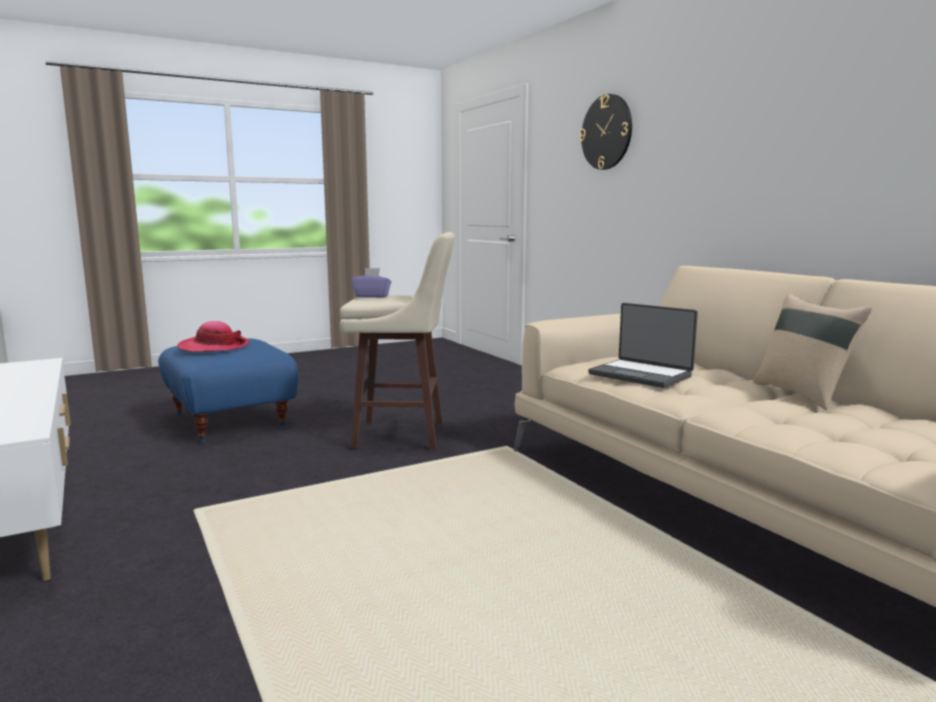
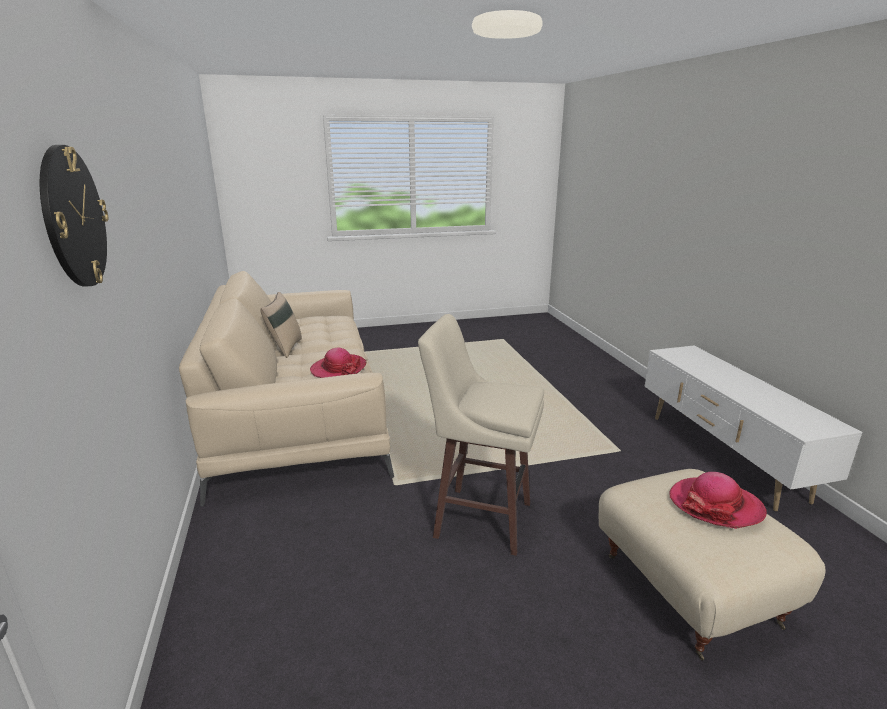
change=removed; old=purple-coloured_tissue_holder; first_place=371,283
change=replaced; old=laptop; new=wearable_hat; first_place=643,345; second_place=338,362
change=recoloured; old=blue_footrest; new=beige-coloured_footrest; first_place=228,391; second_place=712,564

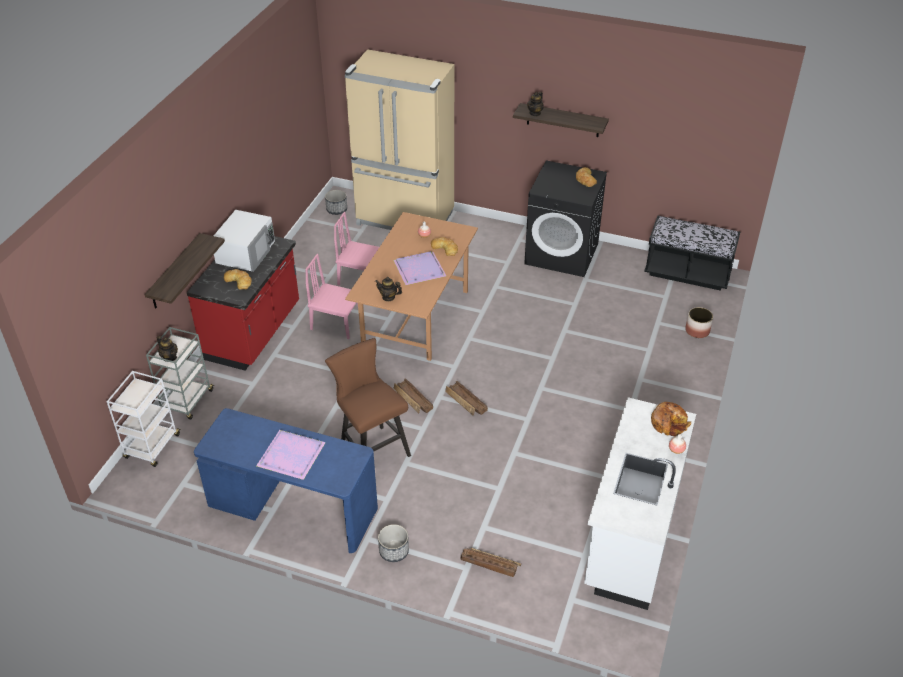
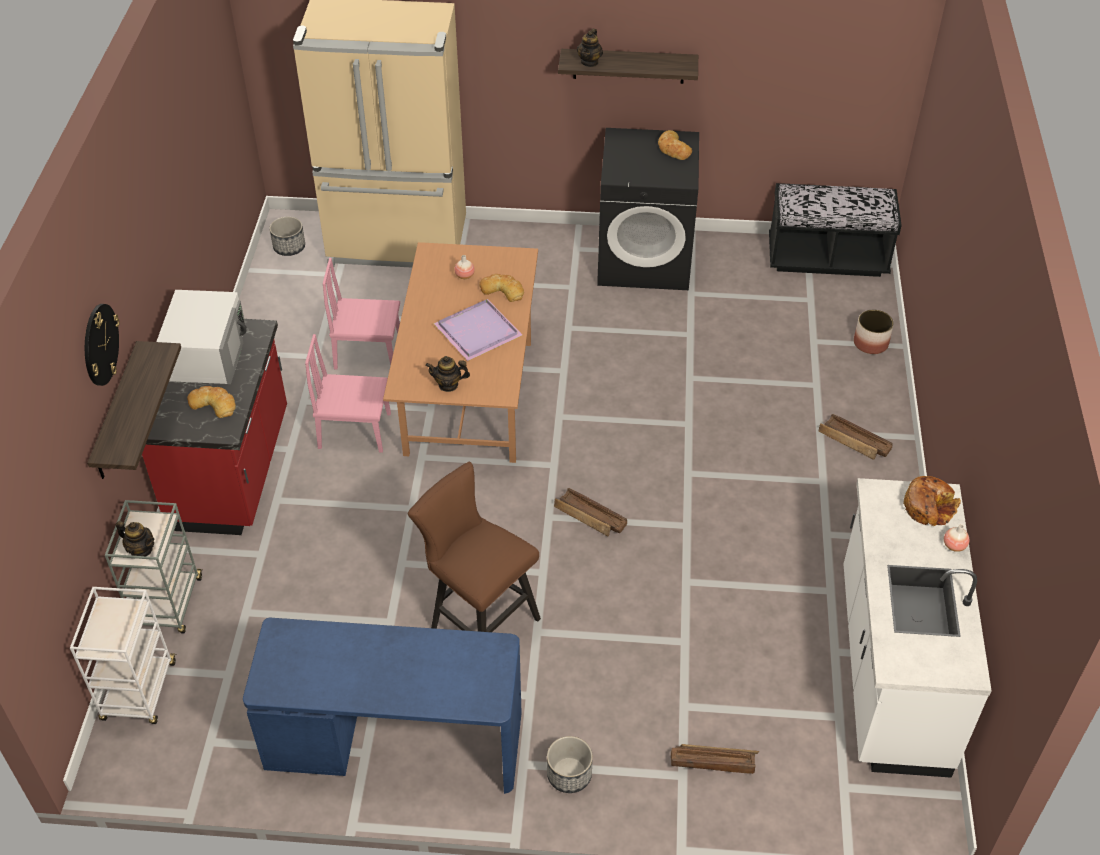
change=removed; old=purple-coloured_tray; first_place=291,455
change=added; new=clock_on_the_wall; second_place=102,345
change=moved; old=packing_crate; first_place=413,396; second_place=856,437

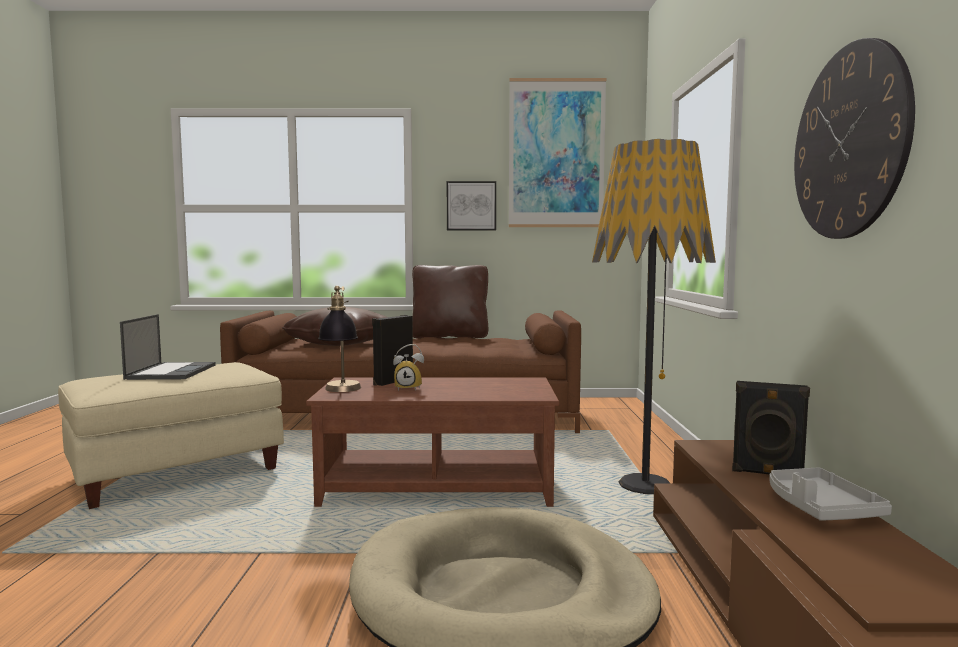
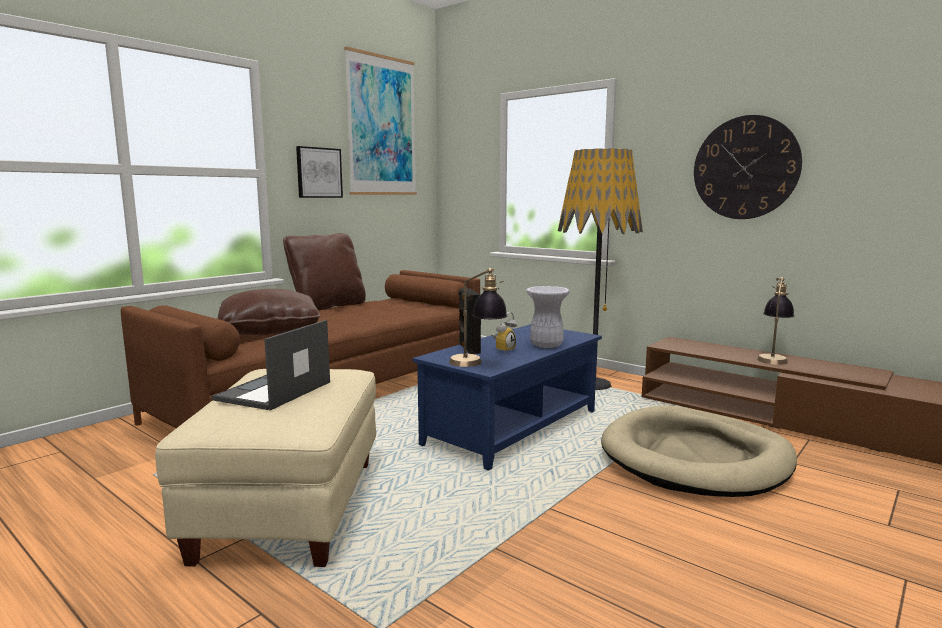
change=removed; old=blackish_audio_speaker; first_place=771,428
change=added; new=white-coloured_vase; second_place=548,317
change=replaced; old=grey_tray; new=lamp_for_a_table; first_place=831,494; second_place=775,321
change=recoloured; old=brown_lounge_table; new=blue_lounge_table; first_place=432,442; second_place=507,397
change=turned; old=laptop; first_place=168,347; second_place=271,365; degrees=-105

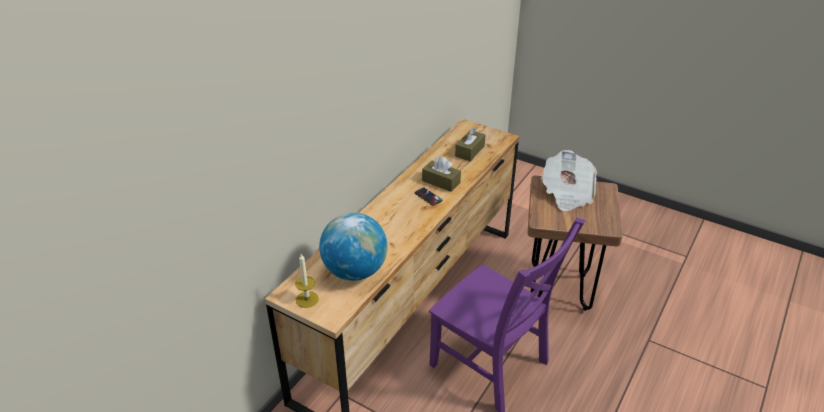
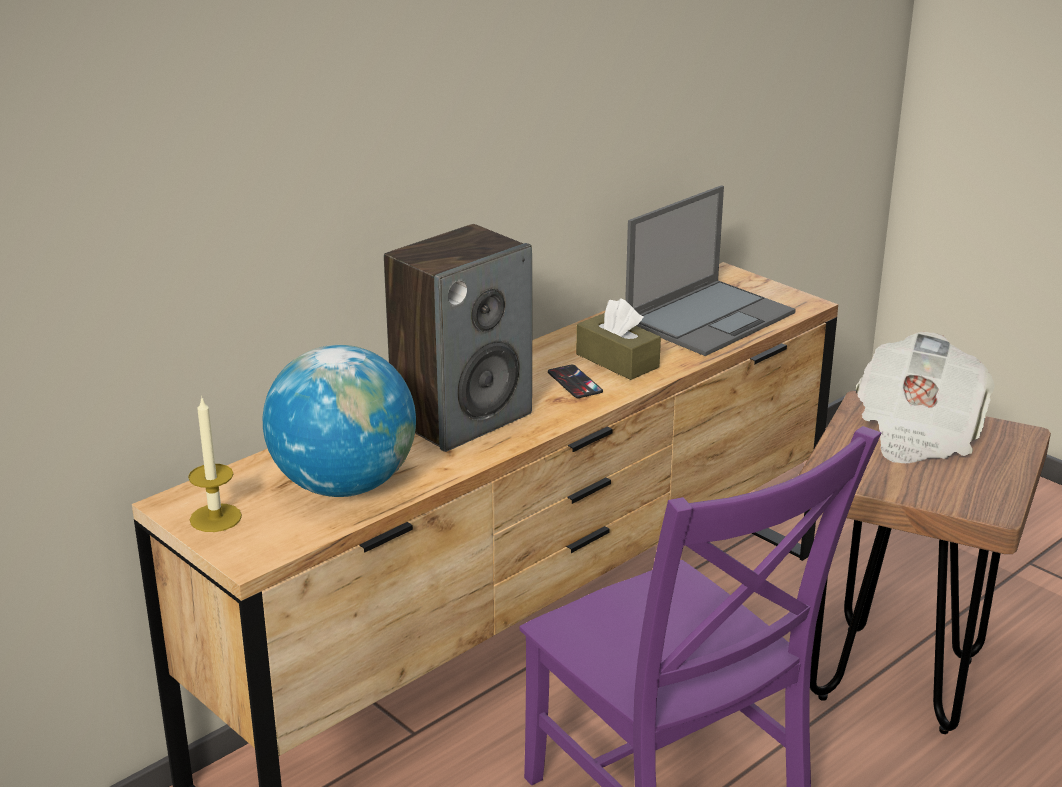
change=added; new=audio_speaker; second_place=458,338
change=replaced; old=brown_tissue_holder; new=laptop; first_place=470,144; second_place=710,270

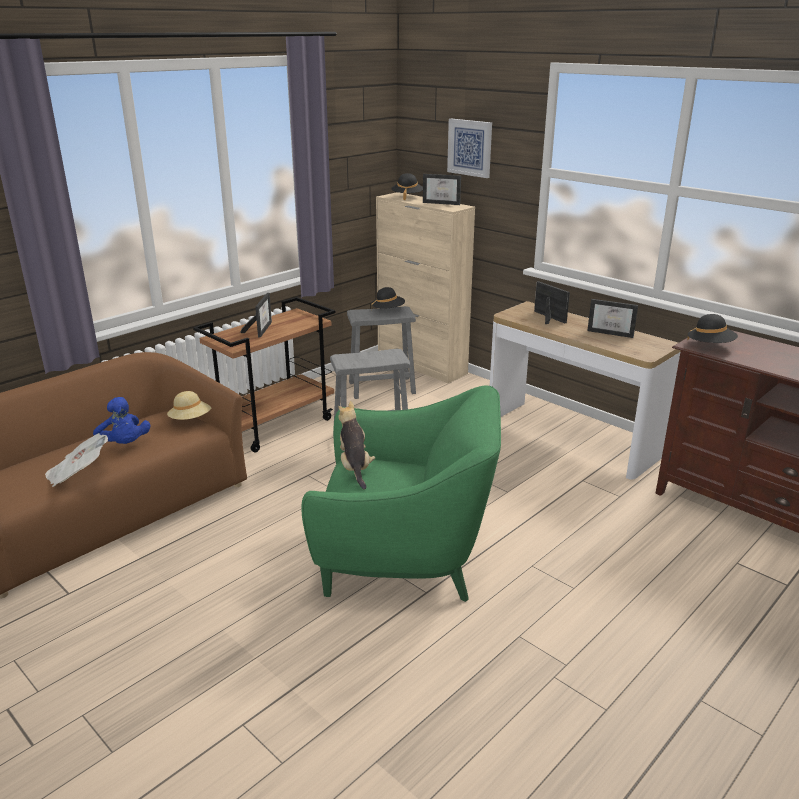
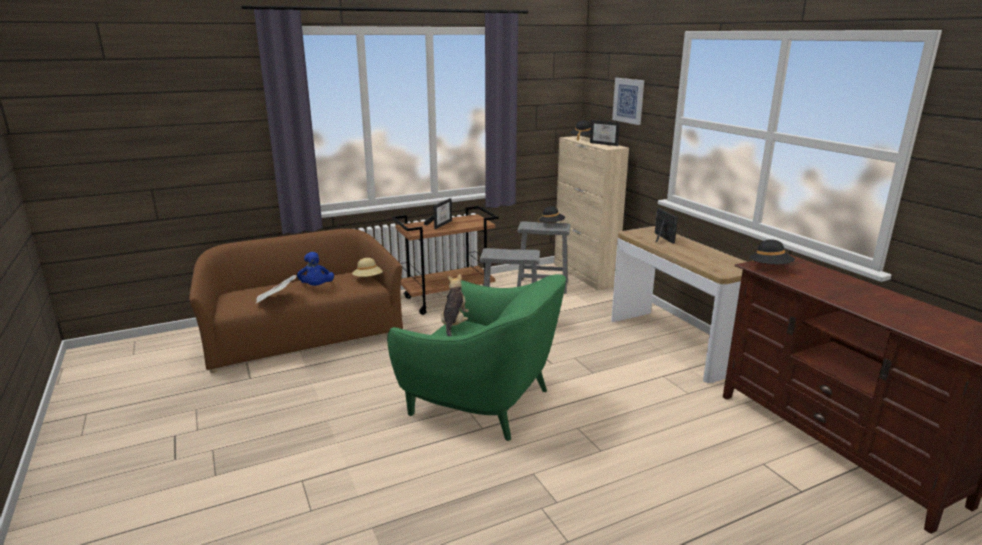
change=removed; old=photo_frame; first_place=612,318

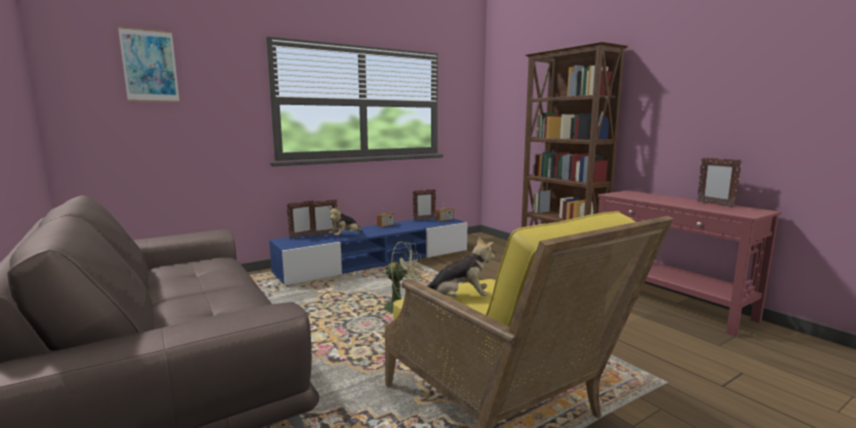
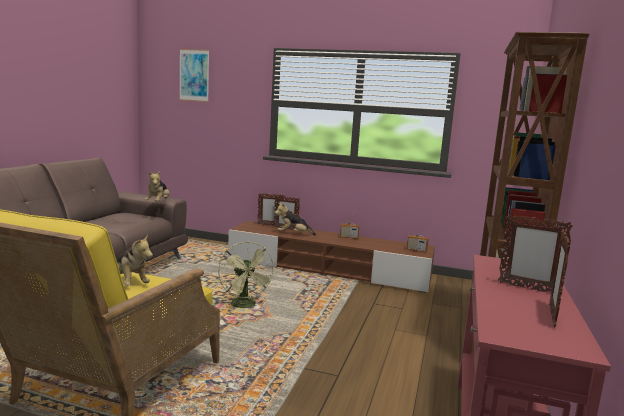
change=added; new=plush_toy; second_place=157,186
change=moved; old=photo_frame; first_place=424,205; second_place=535,253
change=recoloured; old=blue_tv_stand; new=brown_tv_stand; first_place=368,251; second_place=331,257

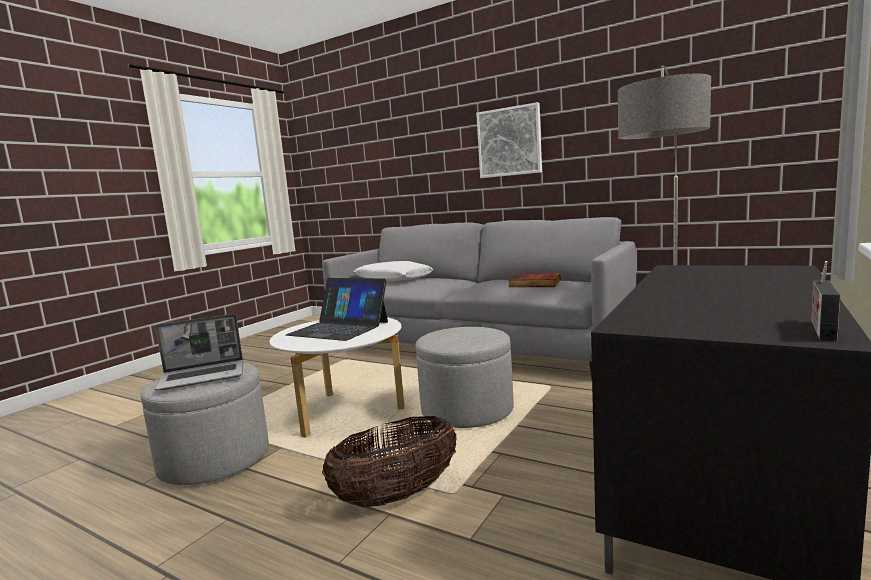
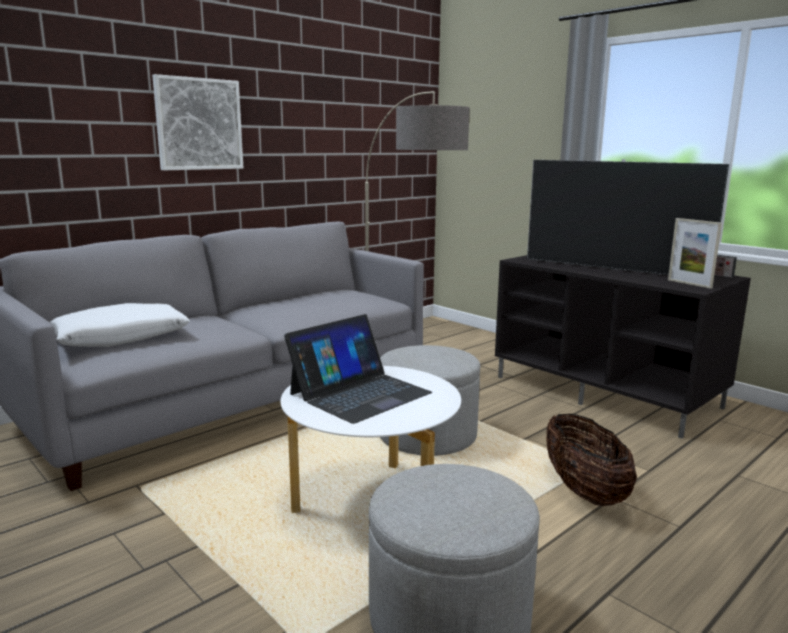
change=removed; old=laptop; first_place=199,352
change=removed; old=book; first_place=535,280
change=added; new=TV_set; second_place=628,217
change=added; new=photo_frame; second_place=695,253

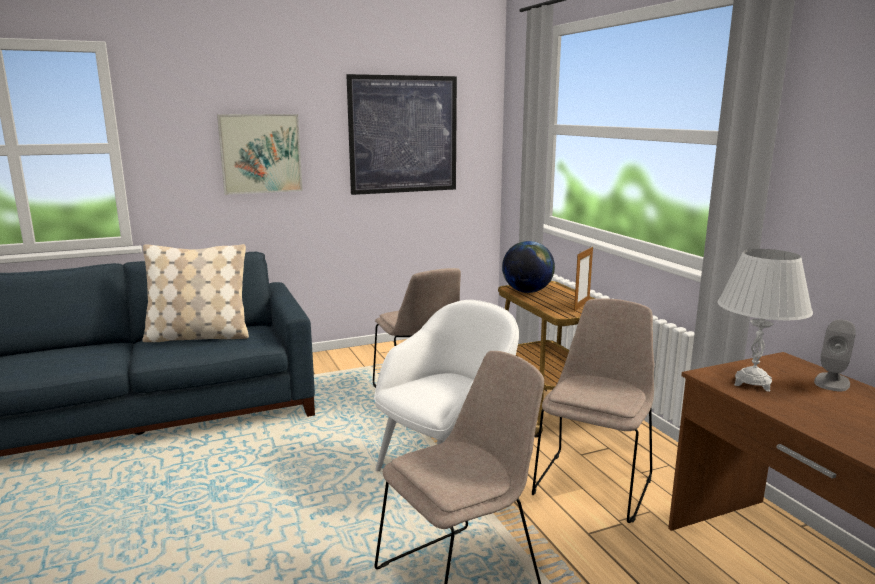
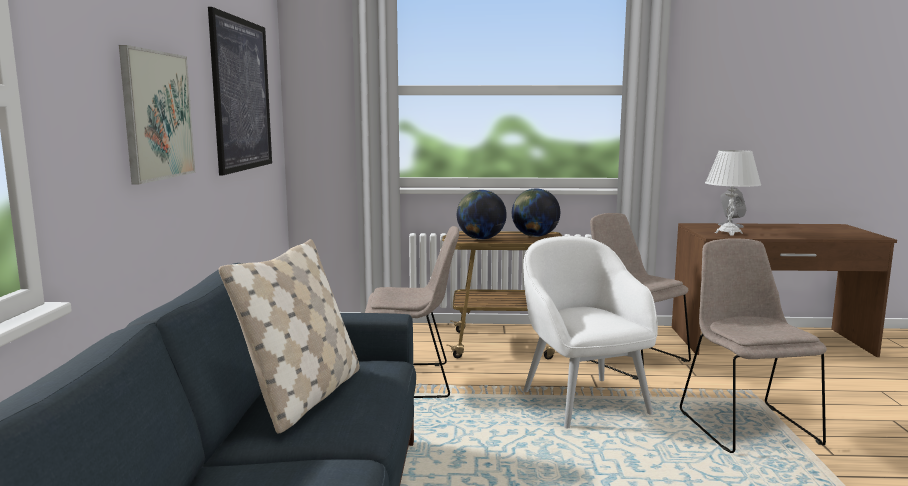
change=replaced; old=photo_frame; new=globe; first_place=583,279; second_place=536,212

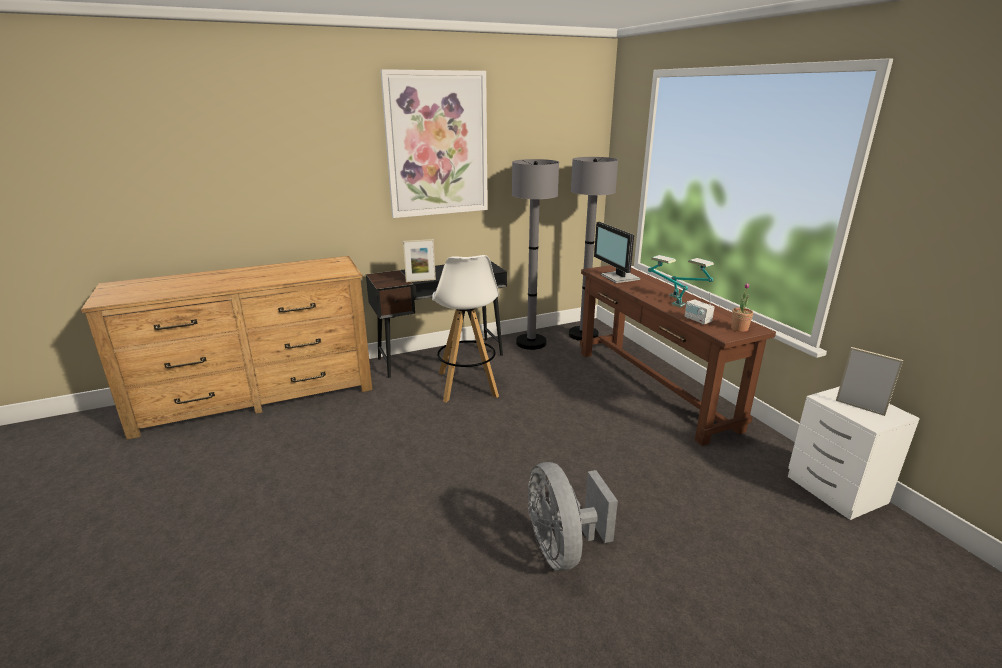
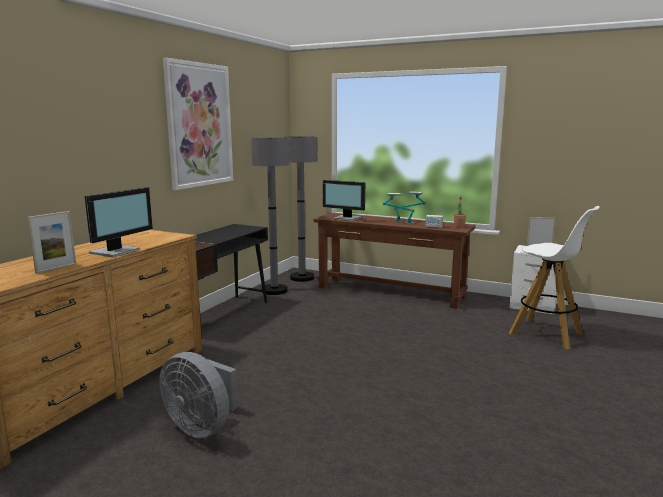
change=added; new=computer_screen; second_place=119,222
change=moved; old=photo_frame; first_place=419,260; second_place=51,242
change=moved; old=white-coloured_stool; first_place=465,328; second_place=554,277
change=moved; old=grey_electric_fan; first_place=573,516; second_place=198,395

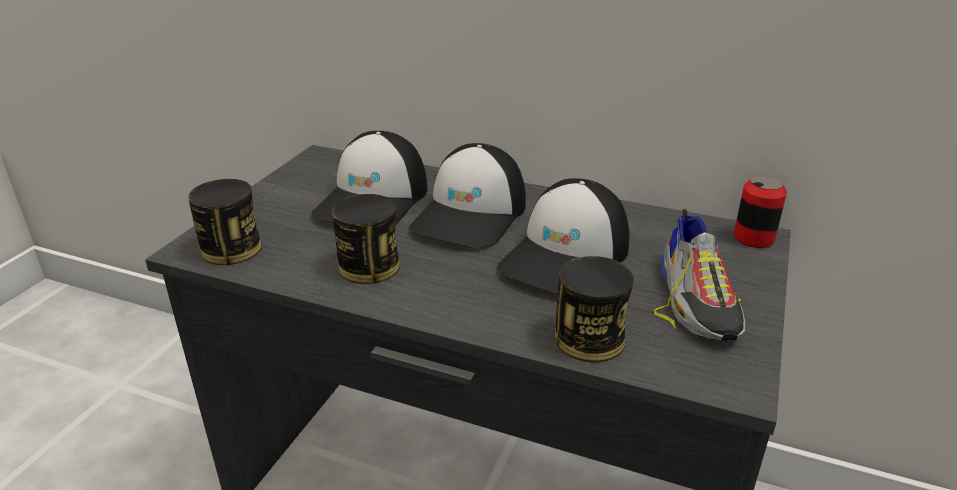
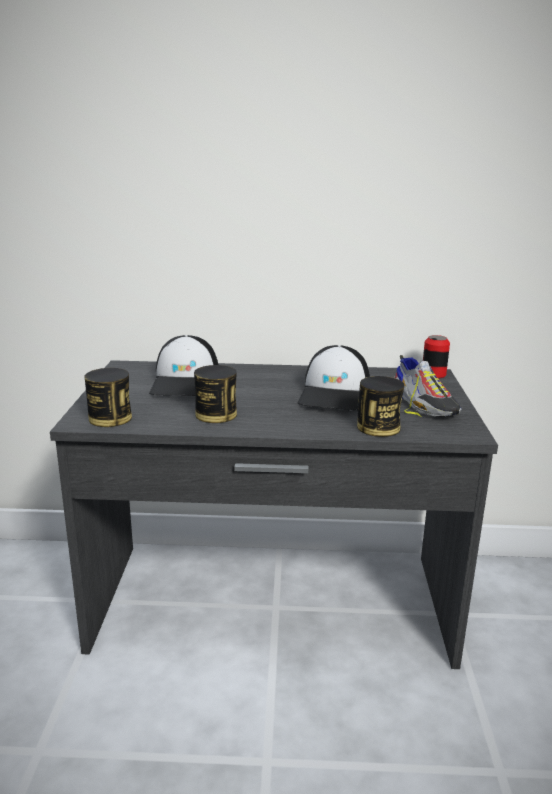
change=removed; old=cap; first_place=467,195

